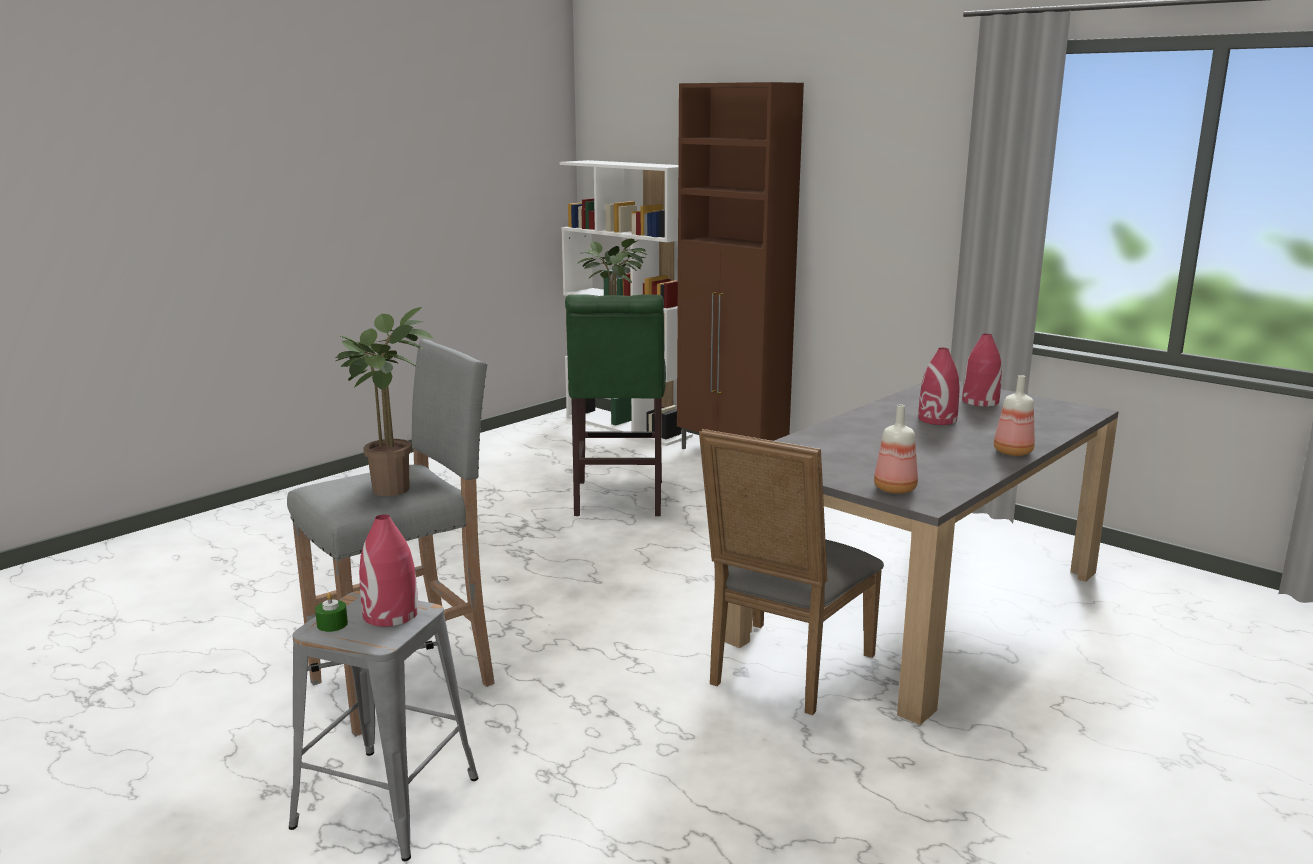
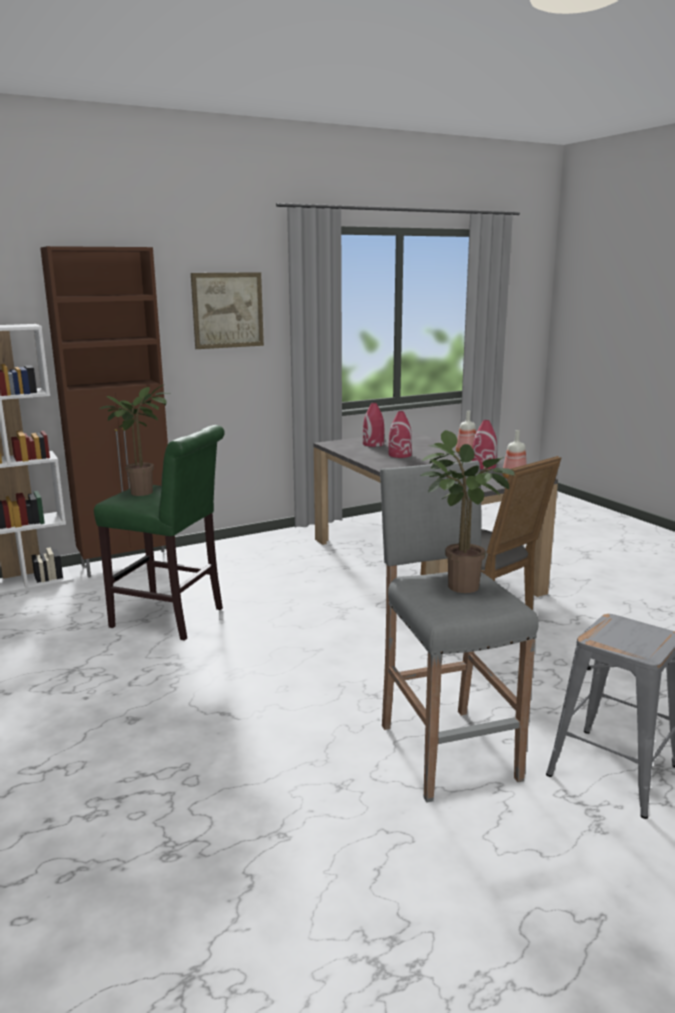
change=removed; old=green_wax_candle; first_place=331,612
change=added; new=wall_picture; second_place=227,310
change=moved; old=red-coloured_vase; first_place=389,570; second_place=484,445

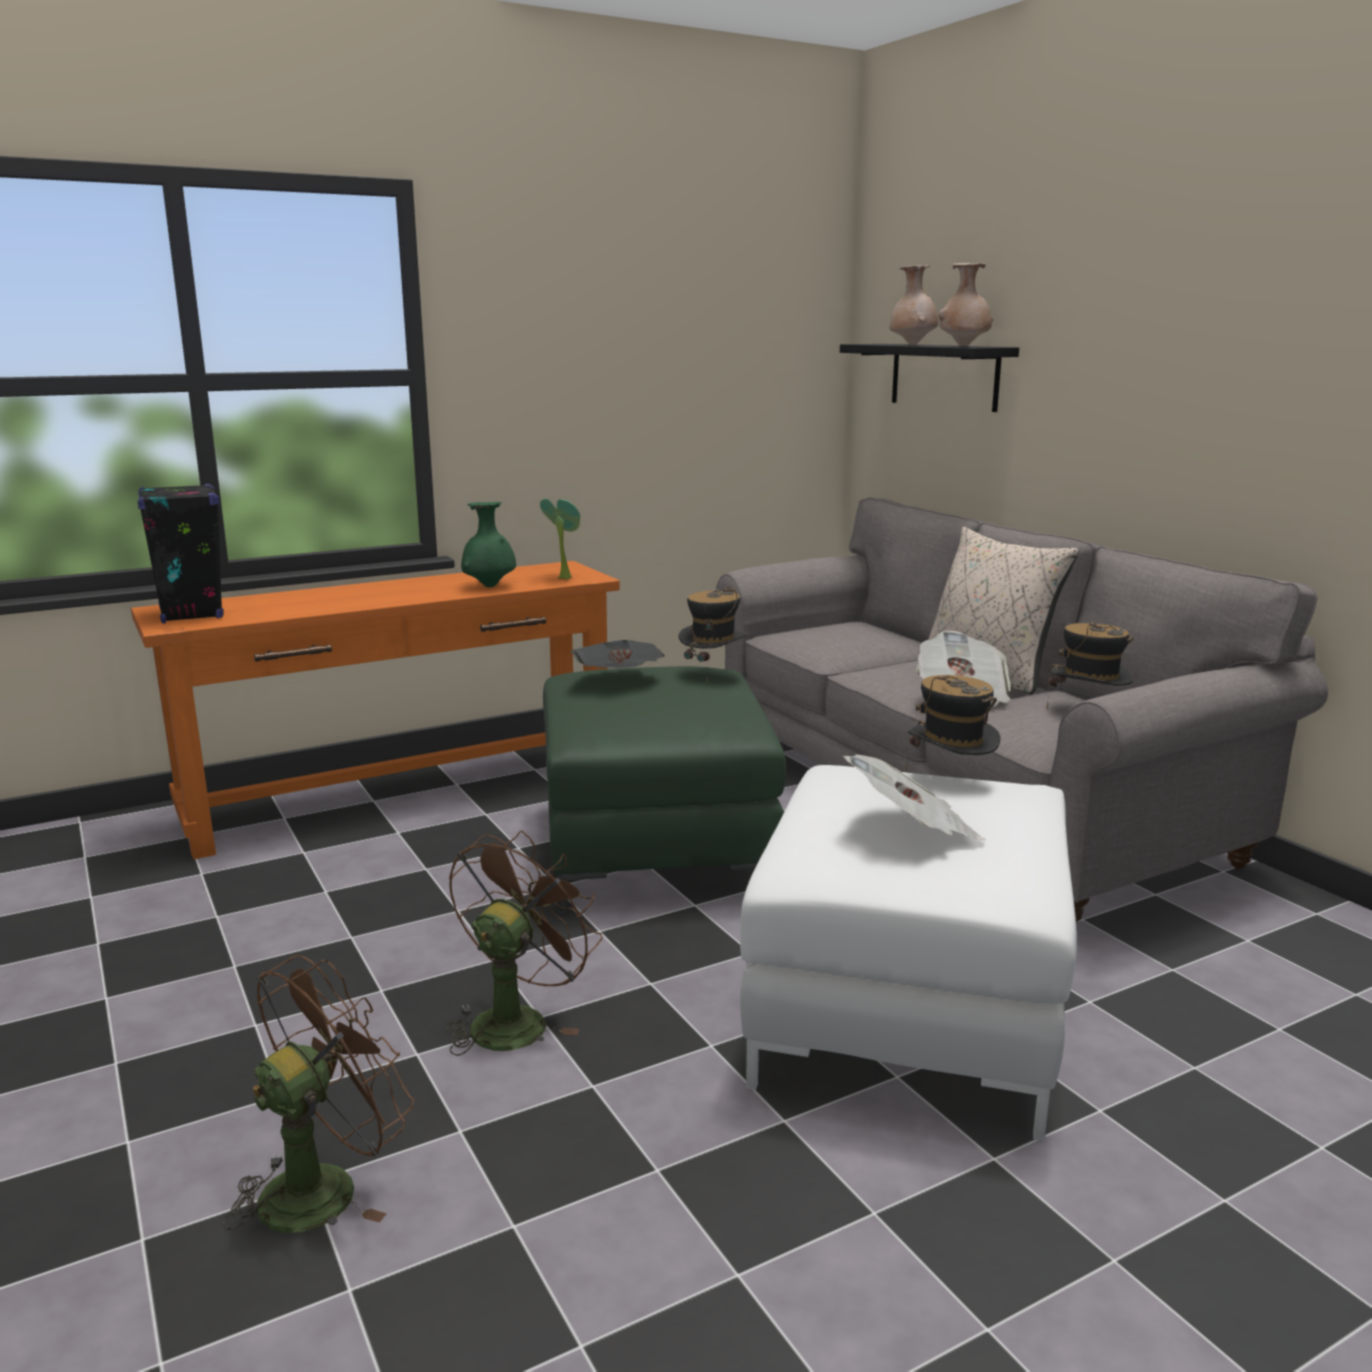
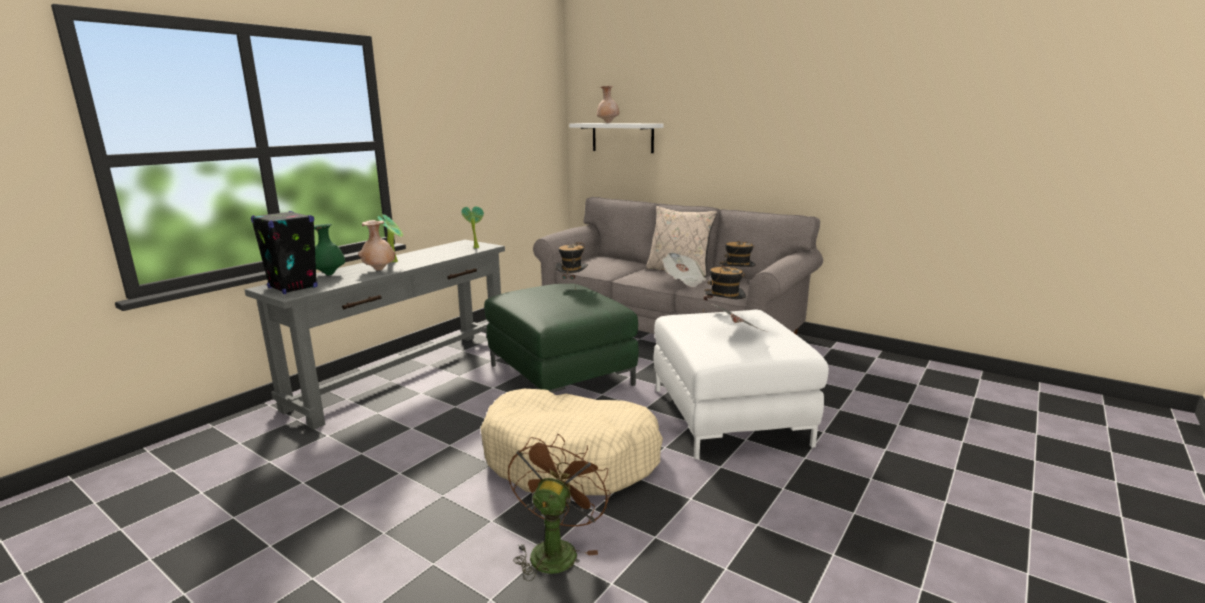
change=removed; old=printed_paper; first_place=617,654
change=added; new=houseplant; second_place=390,238
change=moved; old=green_vase; first_place=488,544; second_place=329,249
change=moved; old=beige-coloured_vase; first_place=965,304; second_place=377,245
change=replaced; old=brown_electric_fan; new=beige-coloured_dog_bed; first_place=524,943; second_place=571,442
change=recoloured; old=orangey_hall_table; new=grey_hall_table; first_place=375,710; second_place=375,335
change=recoloured; old=blackish_wall_shelf; new=white-coloured_wall_shelf; first_place=929,378; second_place=616,138

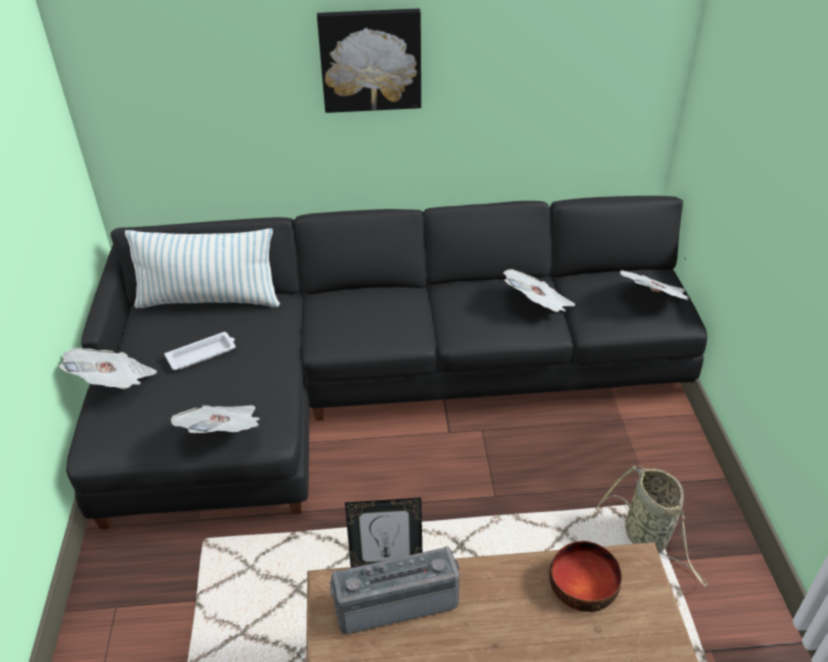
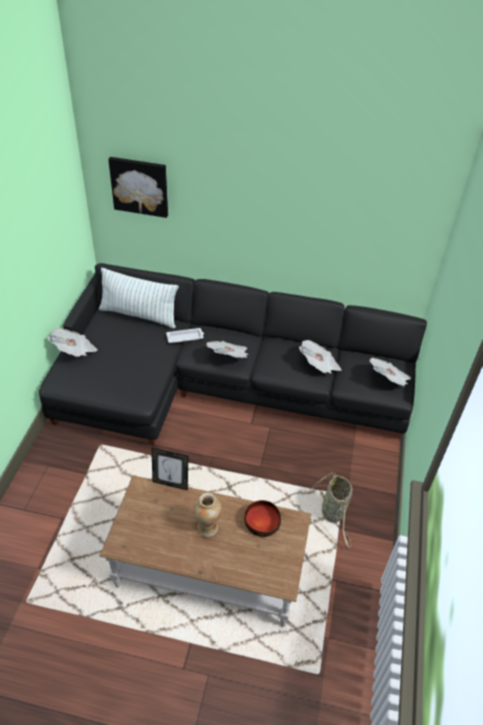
change=removed; old=radio_receiver; first_place=394,590
change=added; new=vase; second_place=207,515
change=moved; old=white-coloured_tray; first_place=200,351; second_place=185,335
change=moved; old=printed_paper; first_place=215,419; second_place=227,349
change=moved; old=wall_picture; first_place=369,61; second_place=138,187

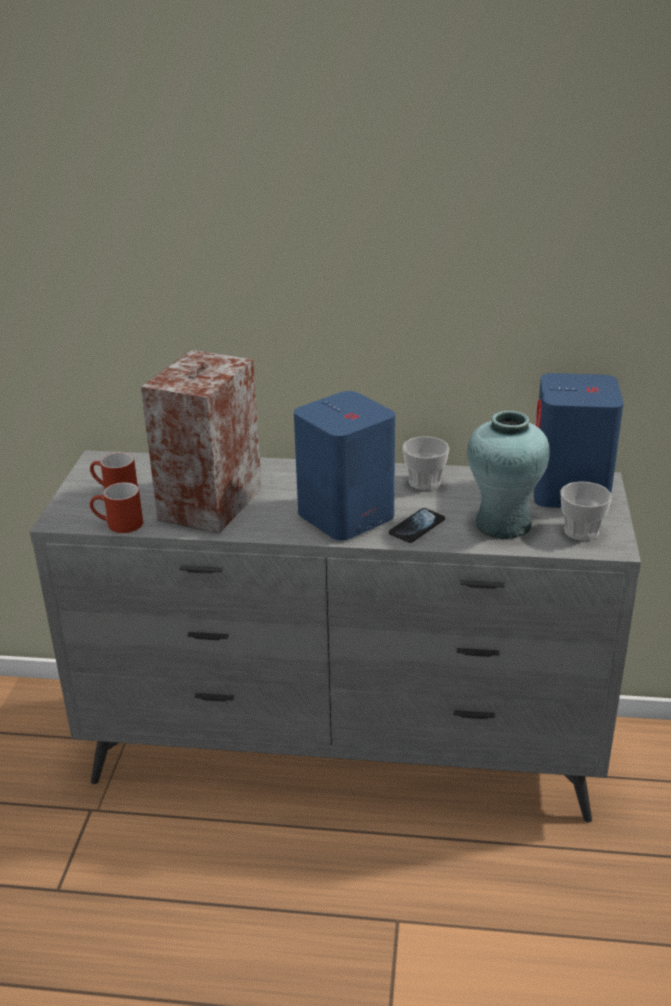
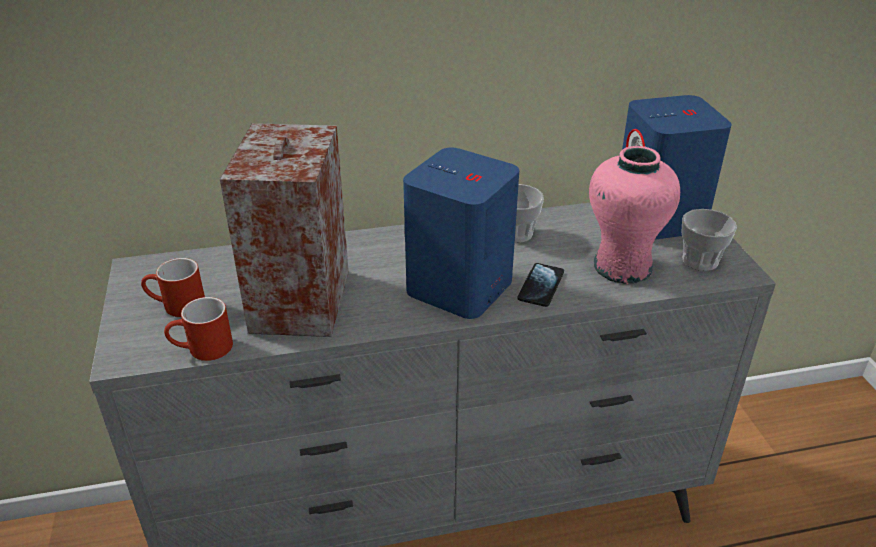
change=recoloured; old=turquoise_vase; new=pink-coloured_vase; first_place=508,475; second_place=634,215

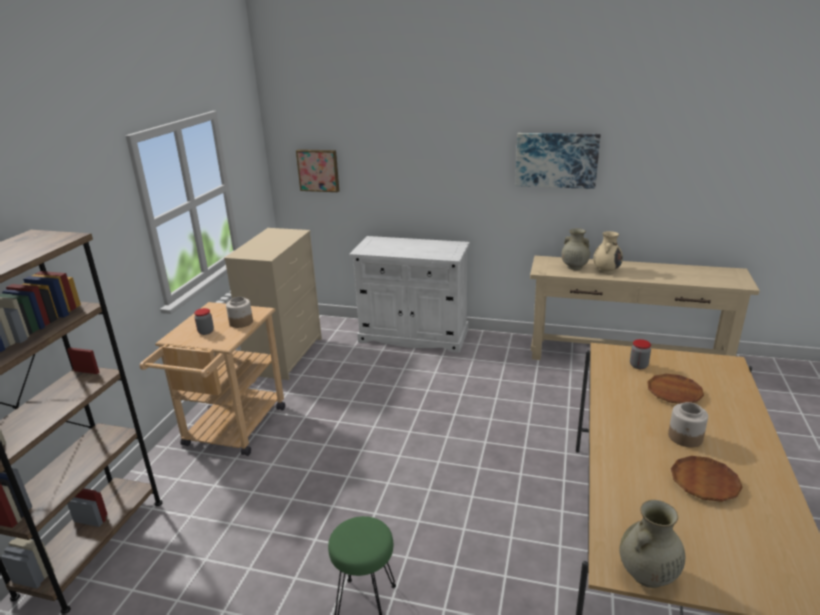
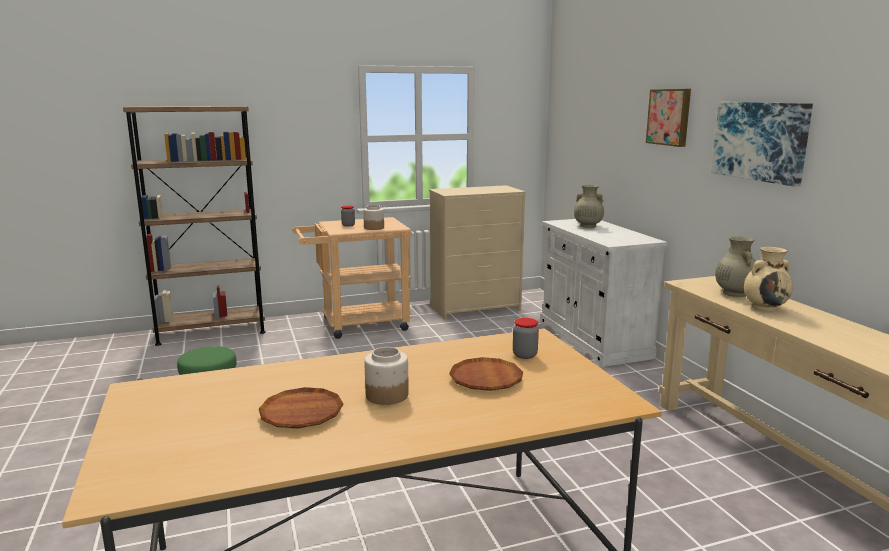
change=moved; old=wall_picture; first_place=317,170; second_place=668,118
change=moved; old=beige-coloured_vase; first_place=652,544; second_place=589,206

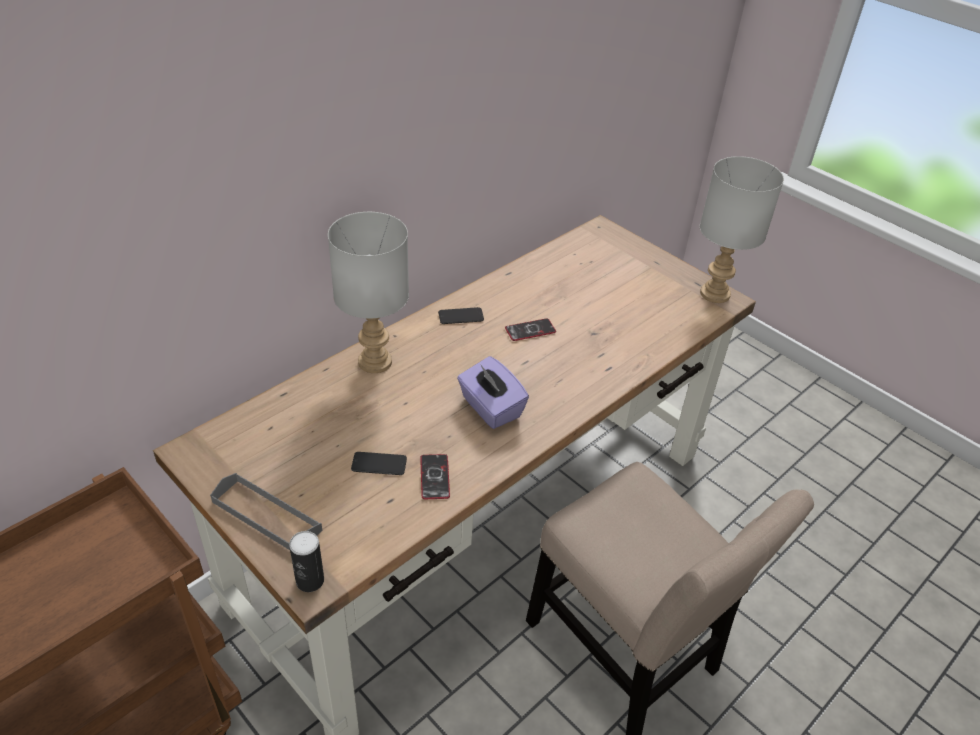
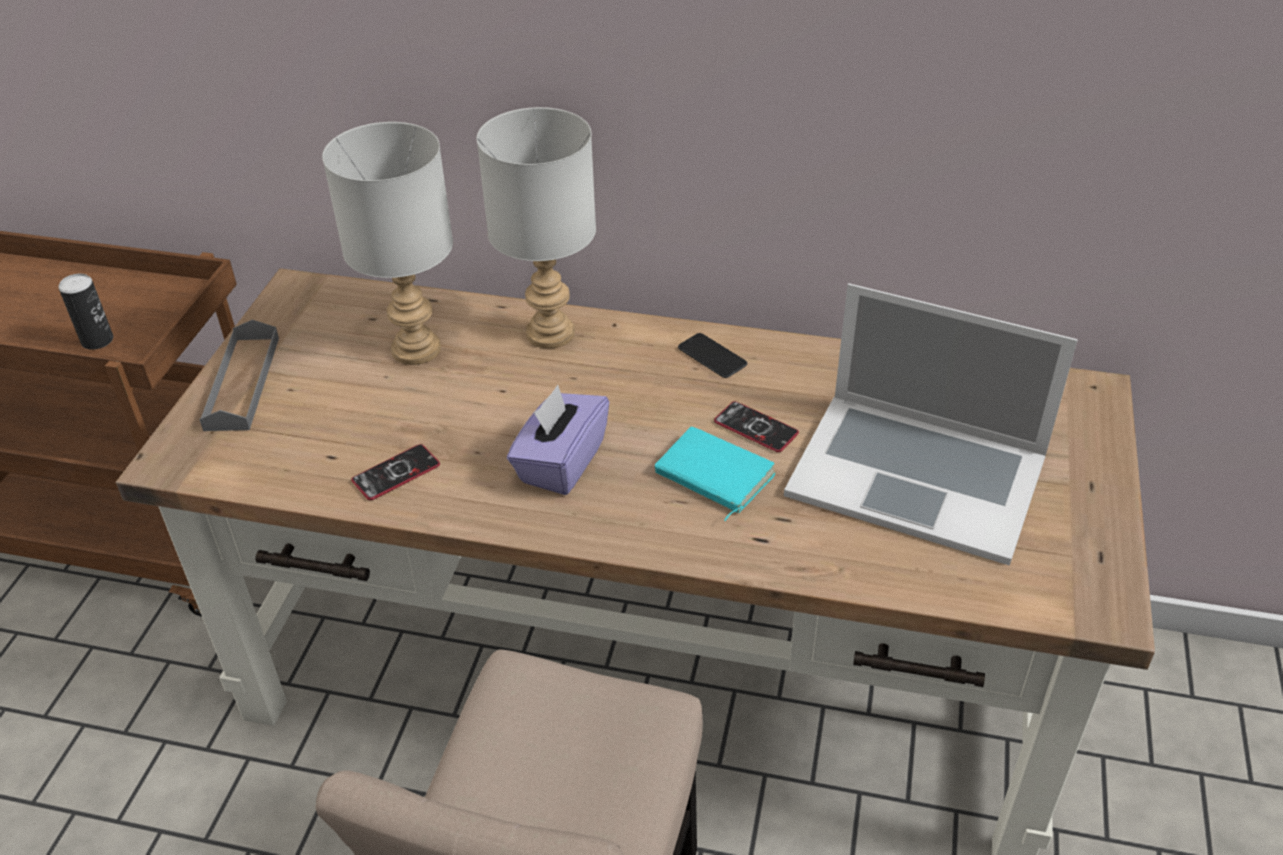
change=removed; old=phone; first_place=379,463
change=added; new=turquoise_book; second_place=715,474
change=added; new=laptop; second_place=931,424
change=moved; old=sealed_can; first_place=306,561; second_place=85,312
change=moved; old=grey_lamp_for_a_table; first_place=742,229; second_place=387,243

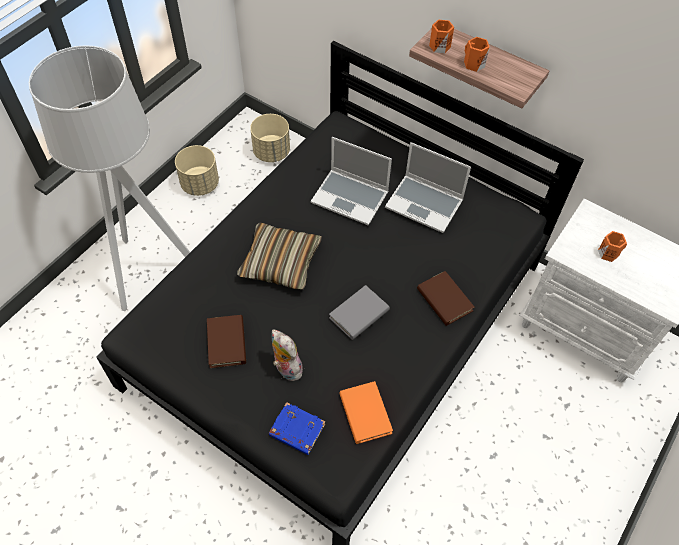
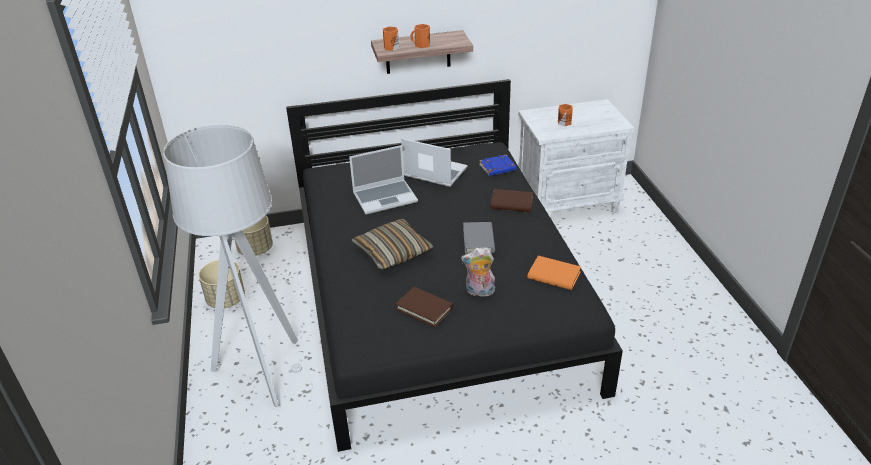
change=moved; old=blue_book; first_place=297,428; second_place=497,165
change=turned; old=laptop; first_place=428,187; second_place=434,162; degrees=-135

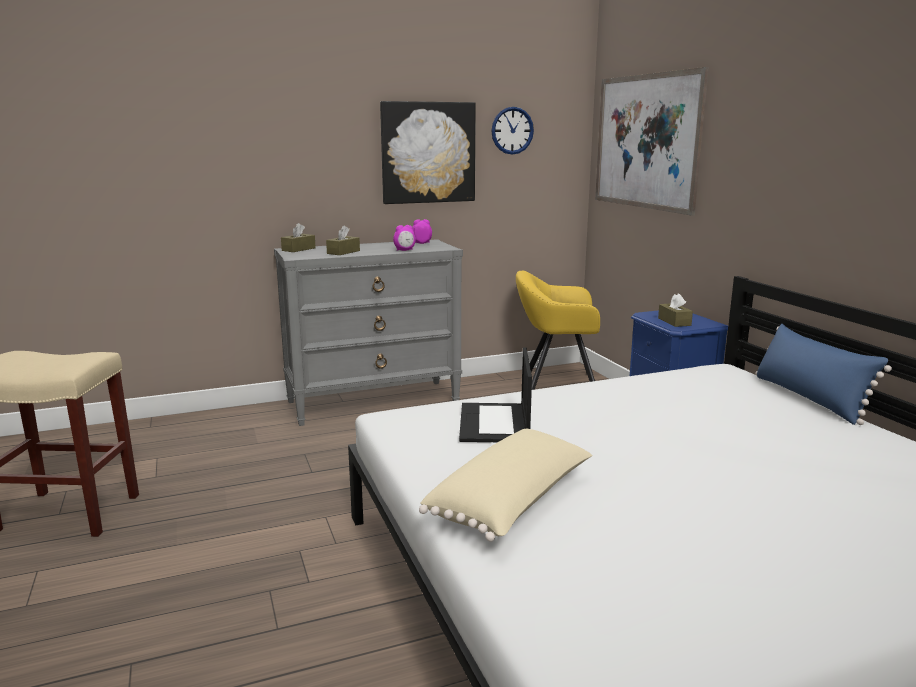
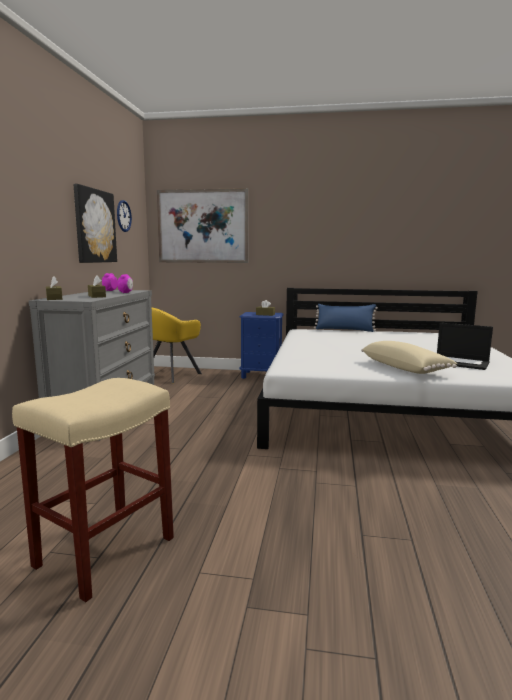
change=moved; old=laptop; first_place=495,394; second_place=465,346

